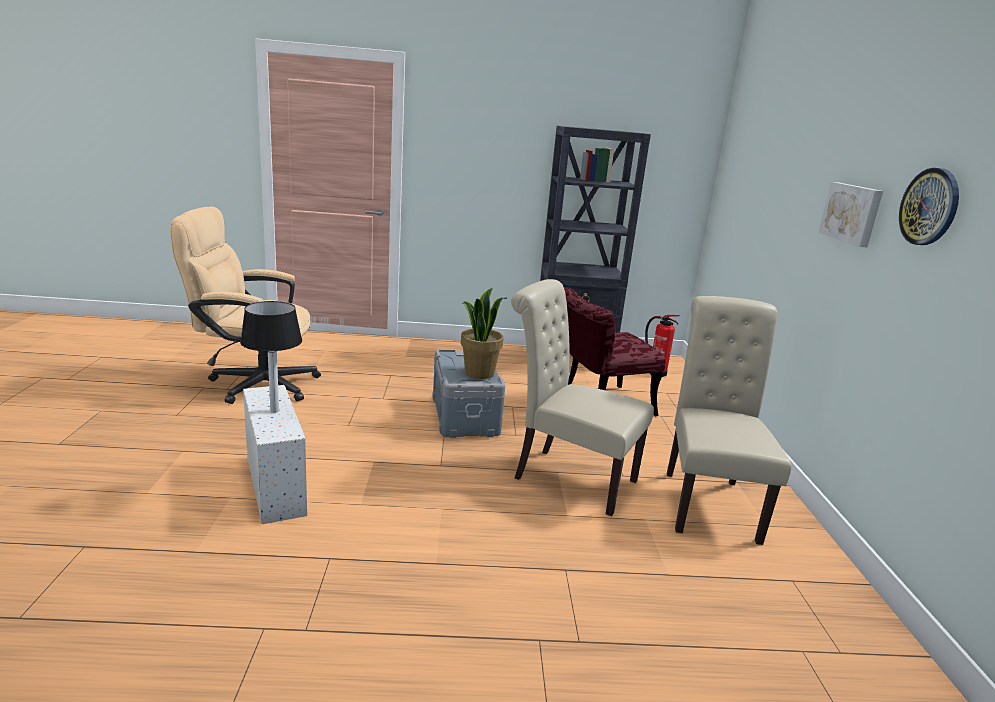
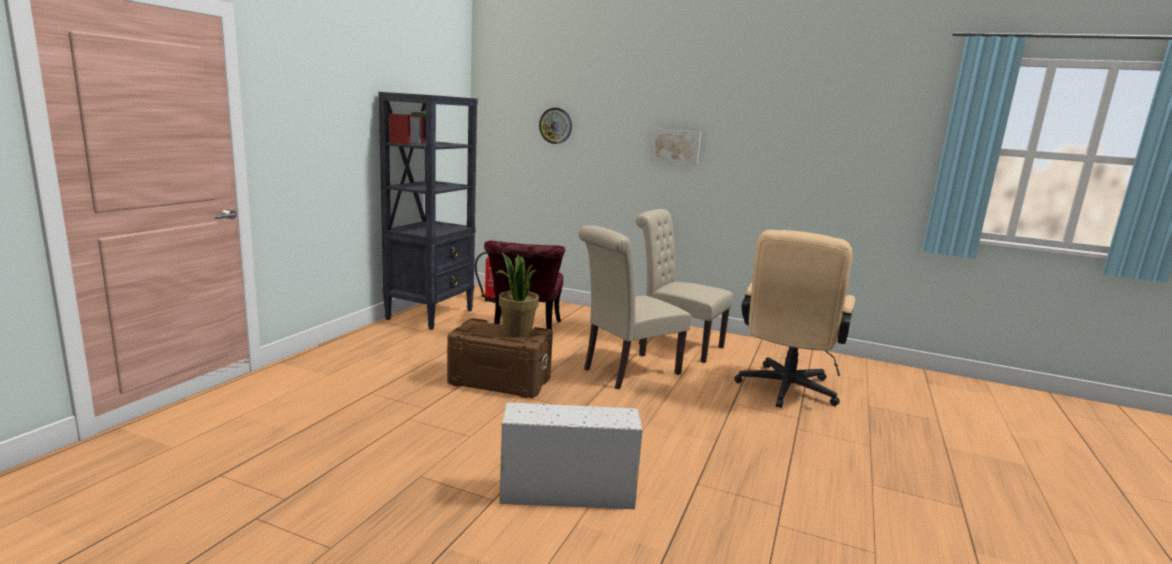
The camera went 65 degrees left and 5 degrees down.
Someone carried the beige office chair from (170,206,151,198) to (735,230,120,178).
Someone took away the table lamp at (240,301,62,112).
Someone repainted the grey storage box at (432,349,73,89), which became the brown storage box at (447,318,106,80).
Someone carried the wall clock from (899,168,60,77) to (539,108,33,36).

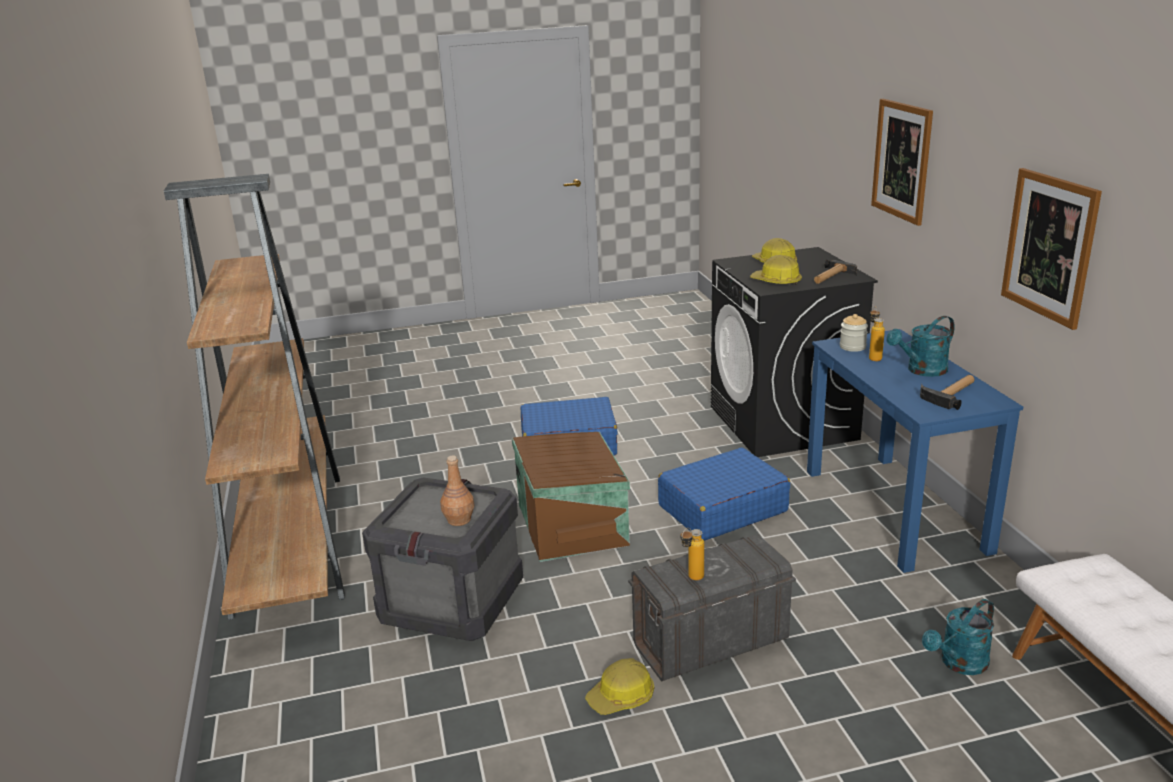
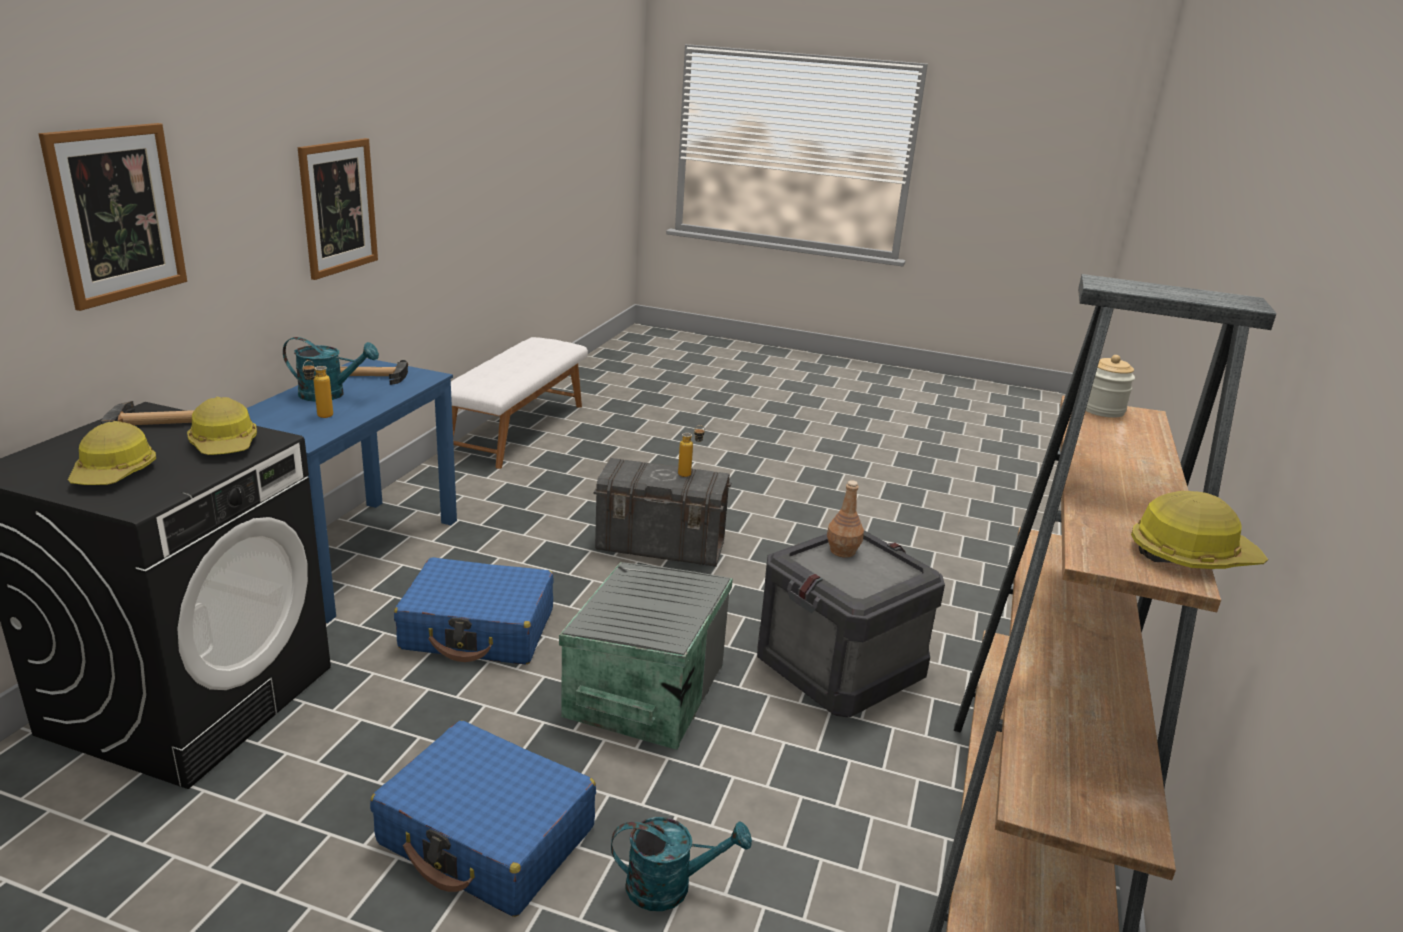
The camera went 150 degrees left and 0 degrees up.
Someone repainted the brown storage box at (512,432,118,130), which became the grey storage box at (559,562,174,188).
Someone carried the hard hat from (585,658,69,57) to (1131,491,137,78).
Someone carried the jar from (840,314,28,38) to (1085,355,50,63).
Someone carried the turquoise watering can from (922,599,72,76) to (611,817,141,94).

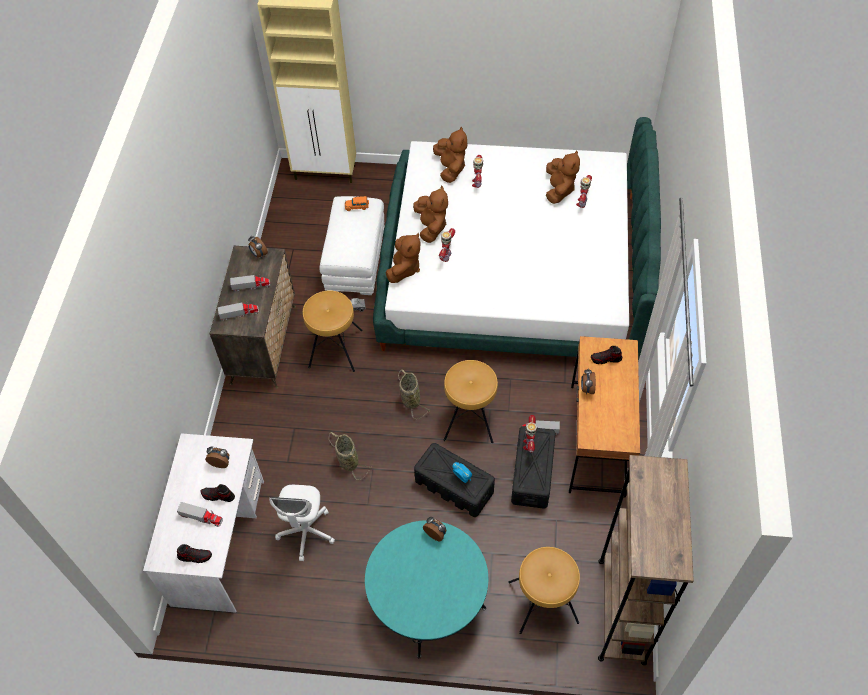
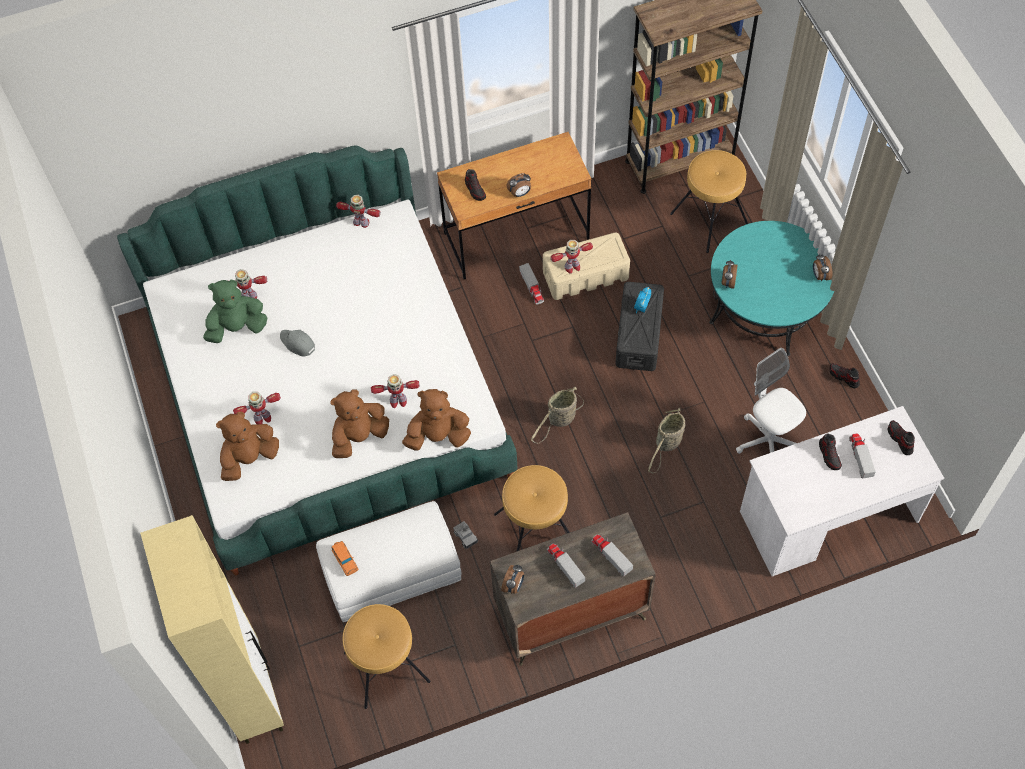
The camera went 115 degrees left and 5 degrees up.
Someone carried the alarm clock from (205,447,24,21) to (813,254,20,28).
Someone rotated the white office chair at (269,485,66,76) by 105 degrees counterclockwise.
Someone carried the brown stool from (444,360,54,83) to (342,604,89,105).
Someone repainted the black storage box at (511,426,45,83), which became the beige storage box at (543,232,87,68).
Someone repainted the brown plush toy at (546,150,34,54), which became the green plush toy at (203,280,64,63).
Someone put down the grey cap at (280,330,35,26).
Someone put down the toy robot at (336,195,45,33).
Someone put down the shoe at (830,363,30,25).

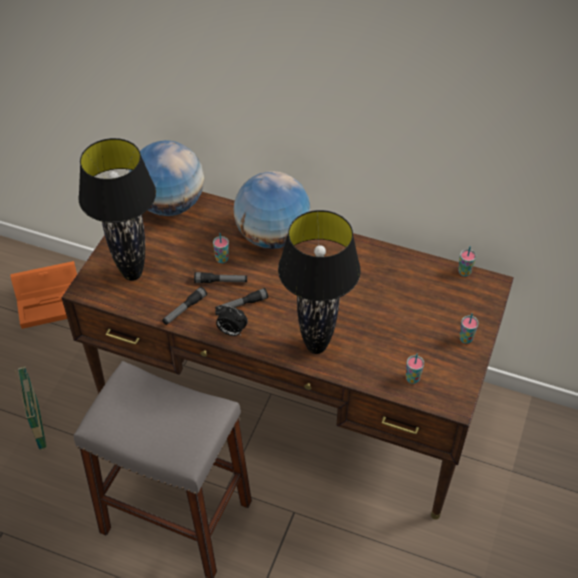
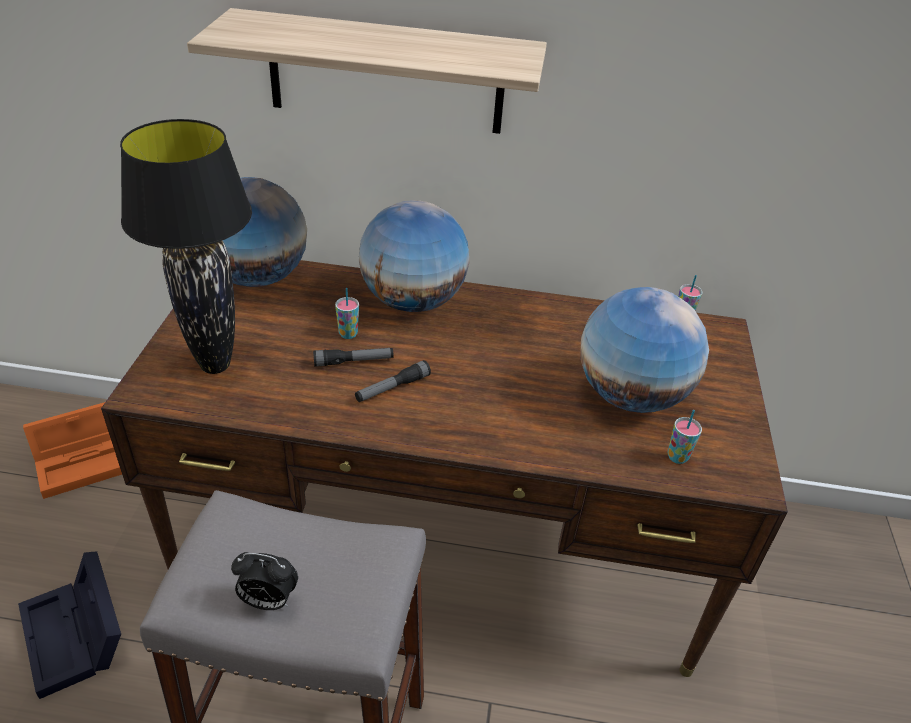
The camera went 15 degrees left and 10 degrees down.
Someone swapped the basket at (15,366,32,84) for the black storage box at (18,551,103,148).
Someone took away the flashlight at (162,287,45,38).
Someone carried the alarm clock from (215,305,33,31) to (231,552,67,58).
Someone took away the black table lamp at (278,210,83,144).
Someone took away the cup at (459,313,20,31).
Someone put up the shelf at (187,8,360,126).
Someone put down the globe at (580,287,129,126).

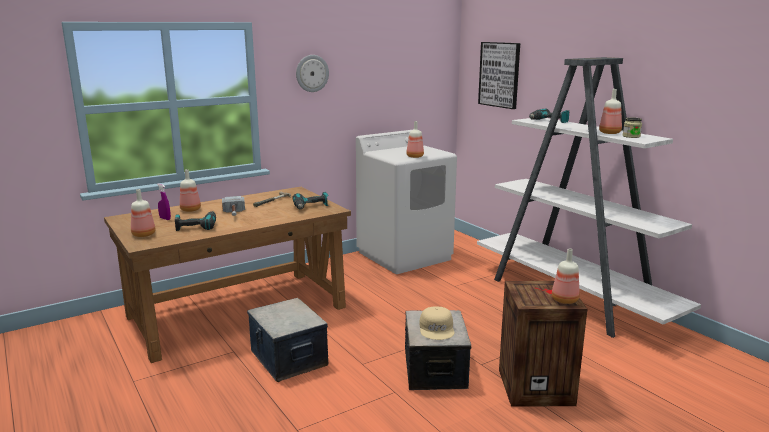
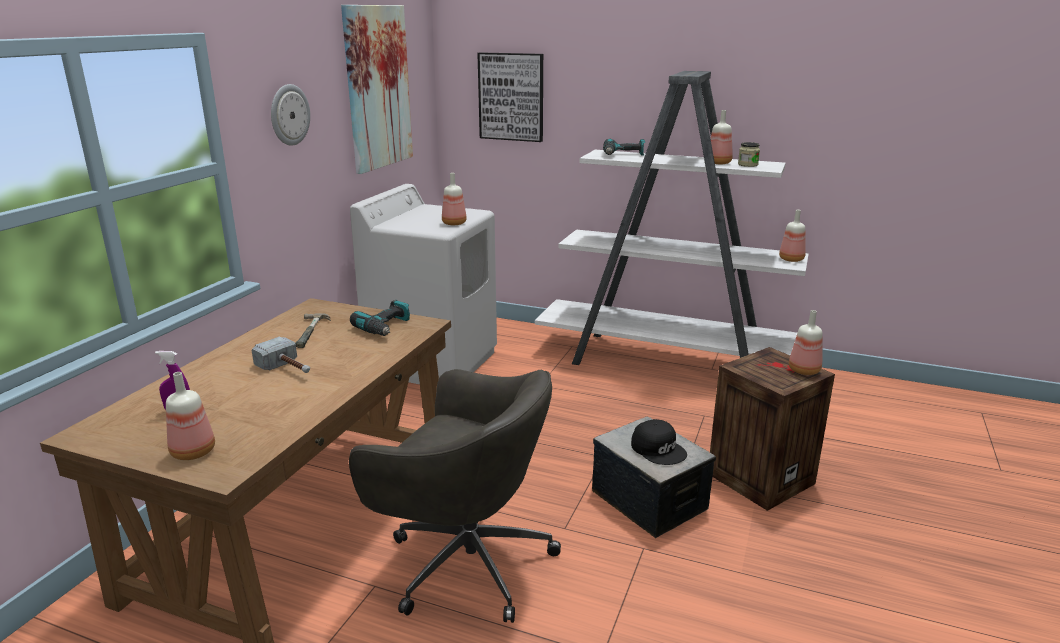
The camera went 35 degrees left and 5 degrees up.
Someone took away the power drill at (175,211,41,20).
Someone carried the bottle from (180,169,21,43) to (779,210,27,52).
Someone swapped the storage box at (247,298,81,84) for the grey office chair at (349,369,212,254).
Someone repainted the beige cap at (419,306,36,34), which became the black cap at (631,419,56,46).
Someone put up the picture at (341,5,72,169).

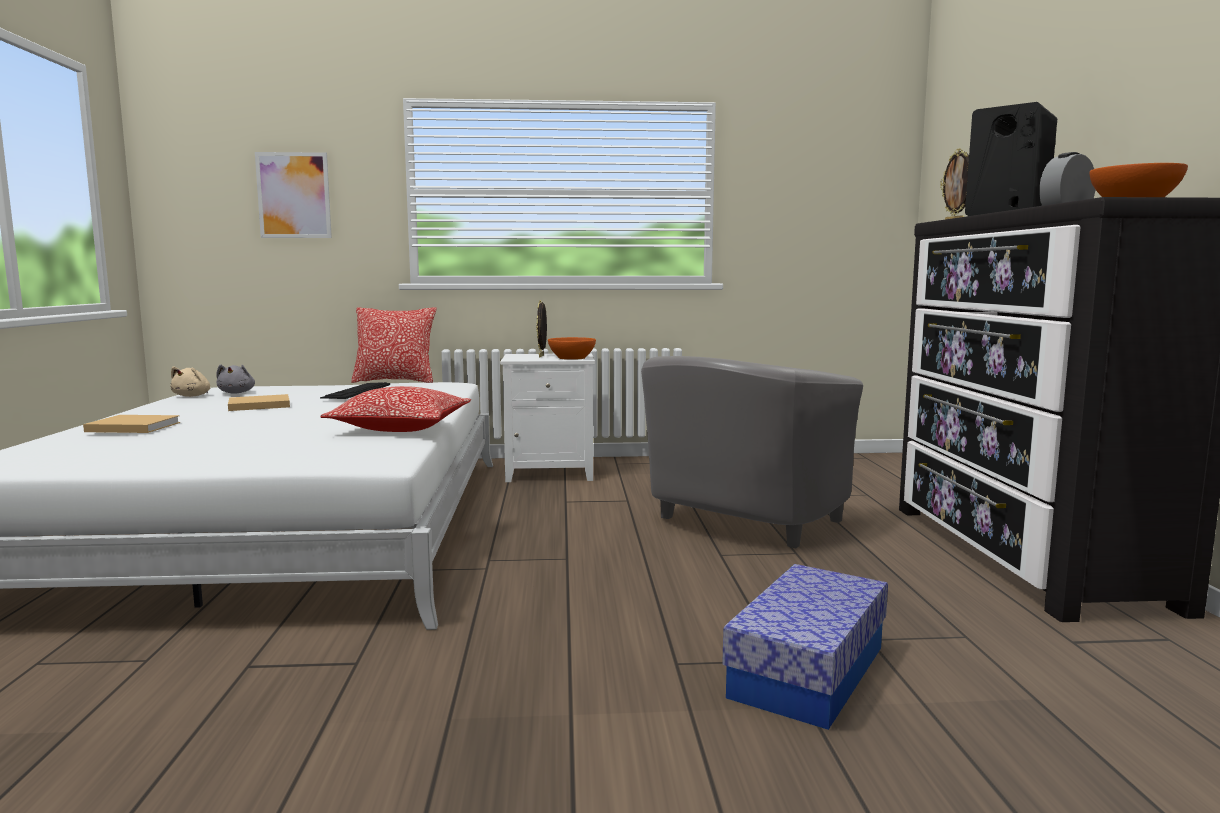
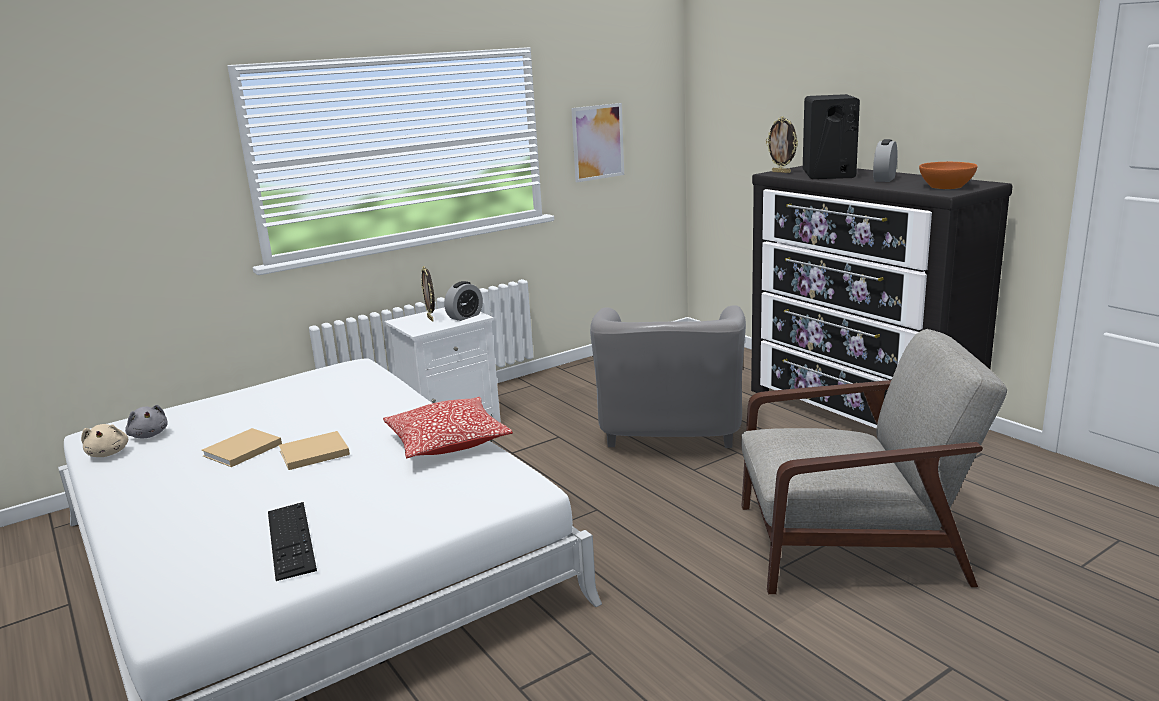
The camera went 30 degrees left and 10 degrees up.
Someone carried the beige book from (83,415,97,18) to (279,431,71,39).
Someone carried the picture from (255,152,77,86) to (571,103,53,79).
Someone carried the keyboard from (320,382,70,17) to (268,502,49,79).
Someone took away the pillow at (351,307,85,76).
Someone swapped the orange bowl at (548,337,48,23) for the alarm clock at (444,281,39,40).
Someone swapped the storage box at (722,564,166,166) for the grey armchair at (741,329,266,265).

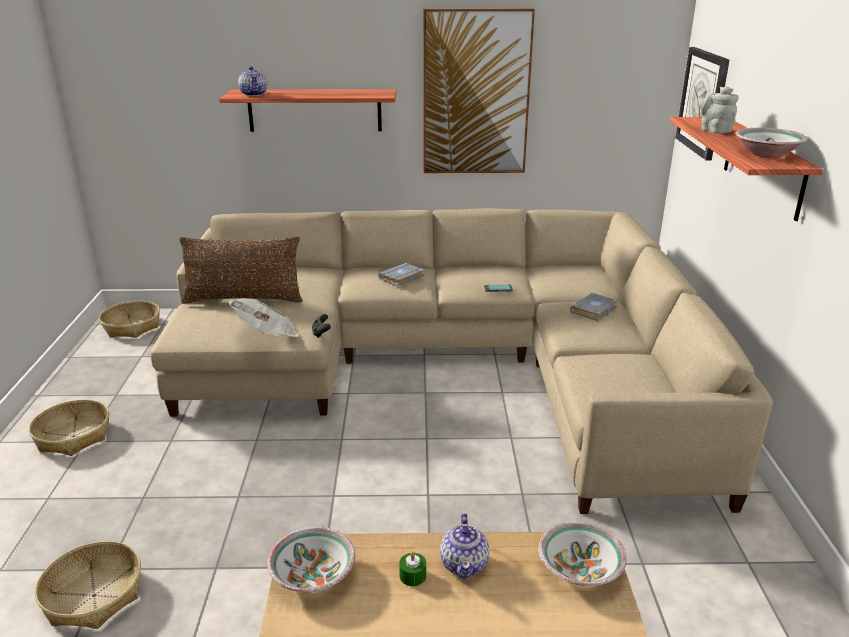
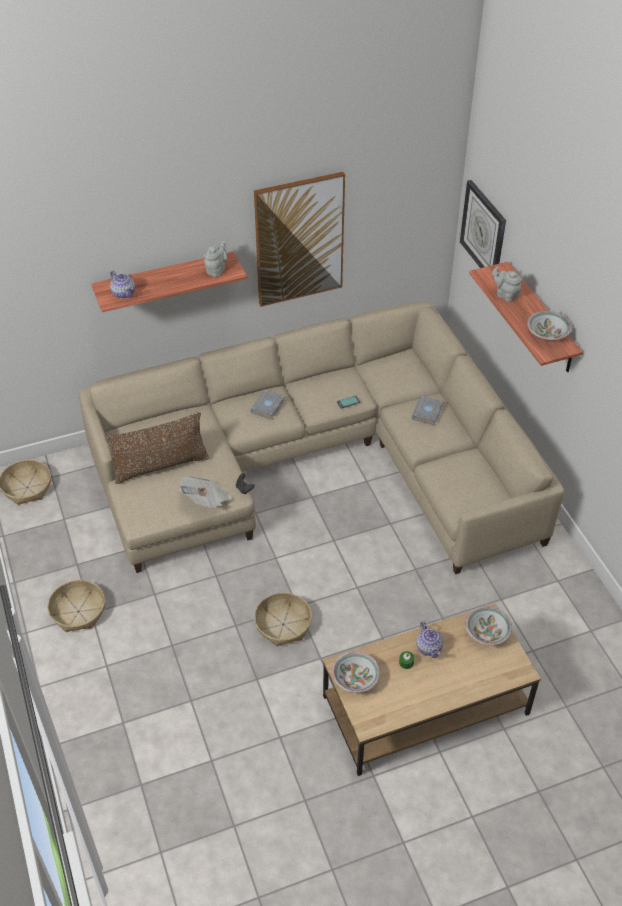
The camera went 20 degrees left and 20 degrees up.
Someone carried the basket from (35,541,106,88) to (254,592,58,54).
Someone put down the grey teapot at (204,241,23,36).

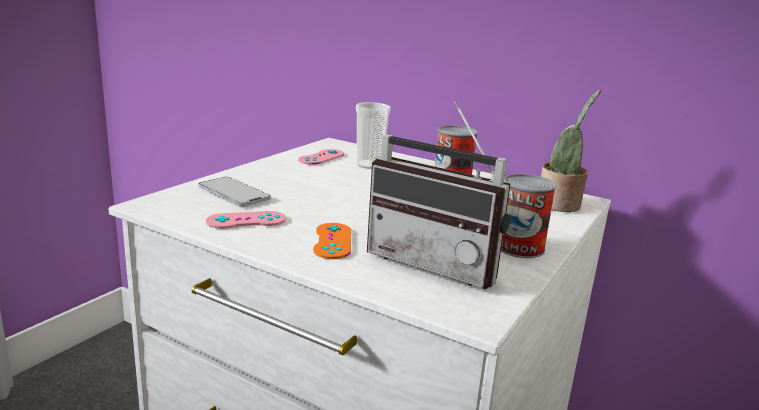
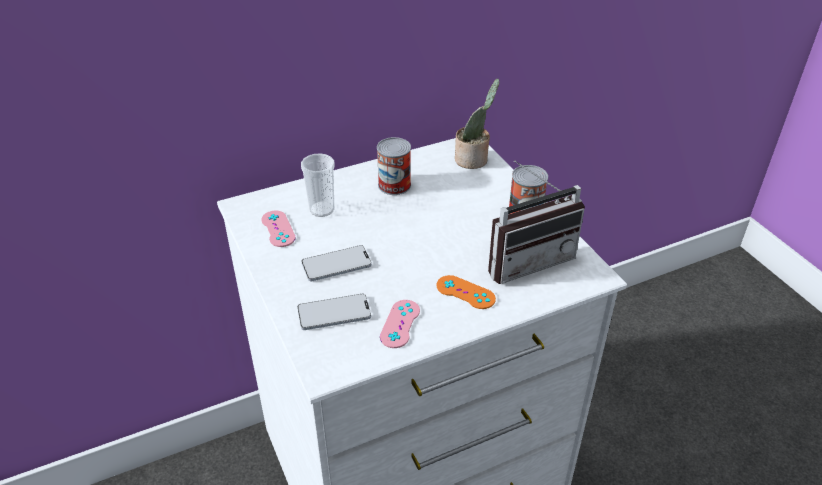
The camera went 55 degrees left and 20 degrees up.
Someone put down the phone at (302,245,70,36).

